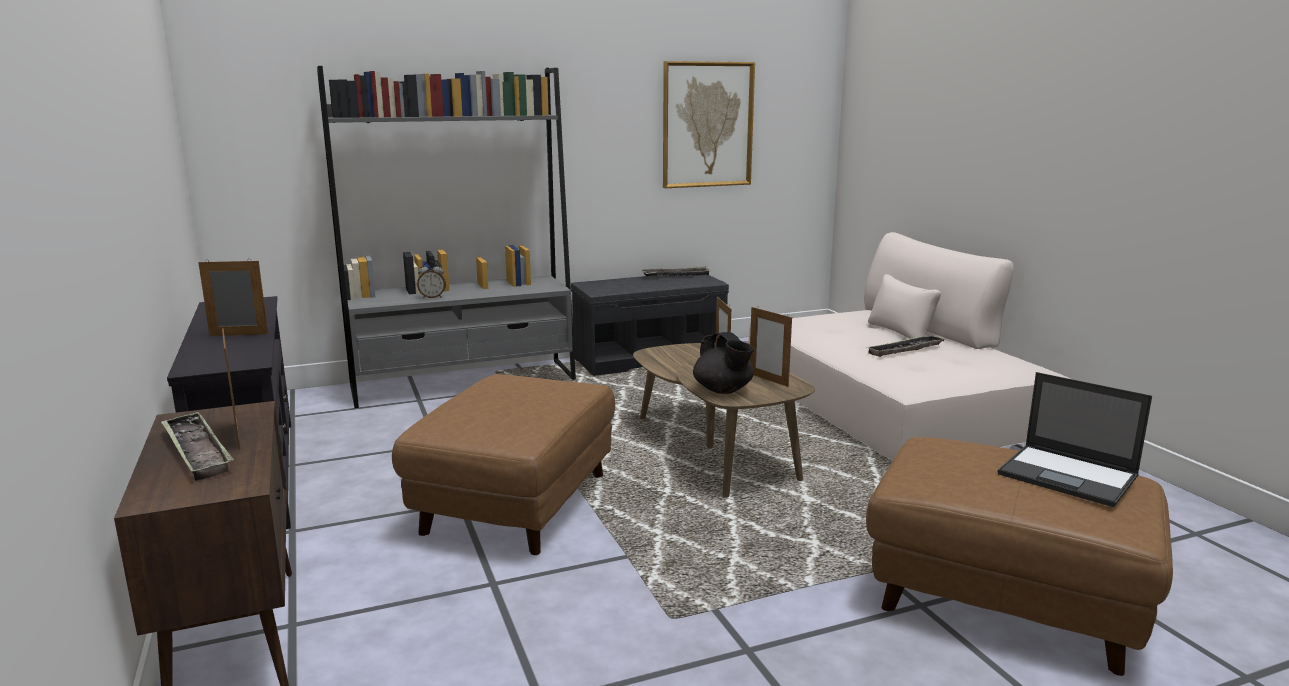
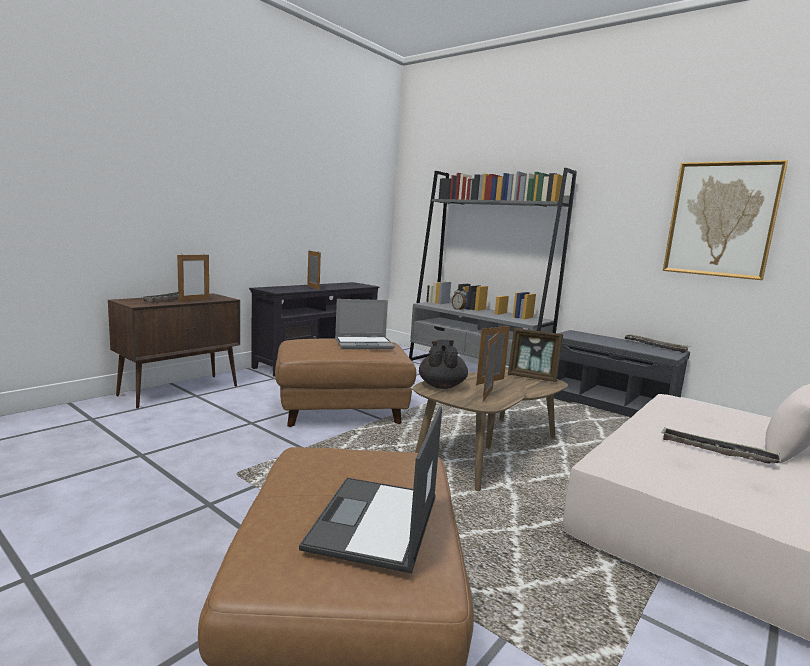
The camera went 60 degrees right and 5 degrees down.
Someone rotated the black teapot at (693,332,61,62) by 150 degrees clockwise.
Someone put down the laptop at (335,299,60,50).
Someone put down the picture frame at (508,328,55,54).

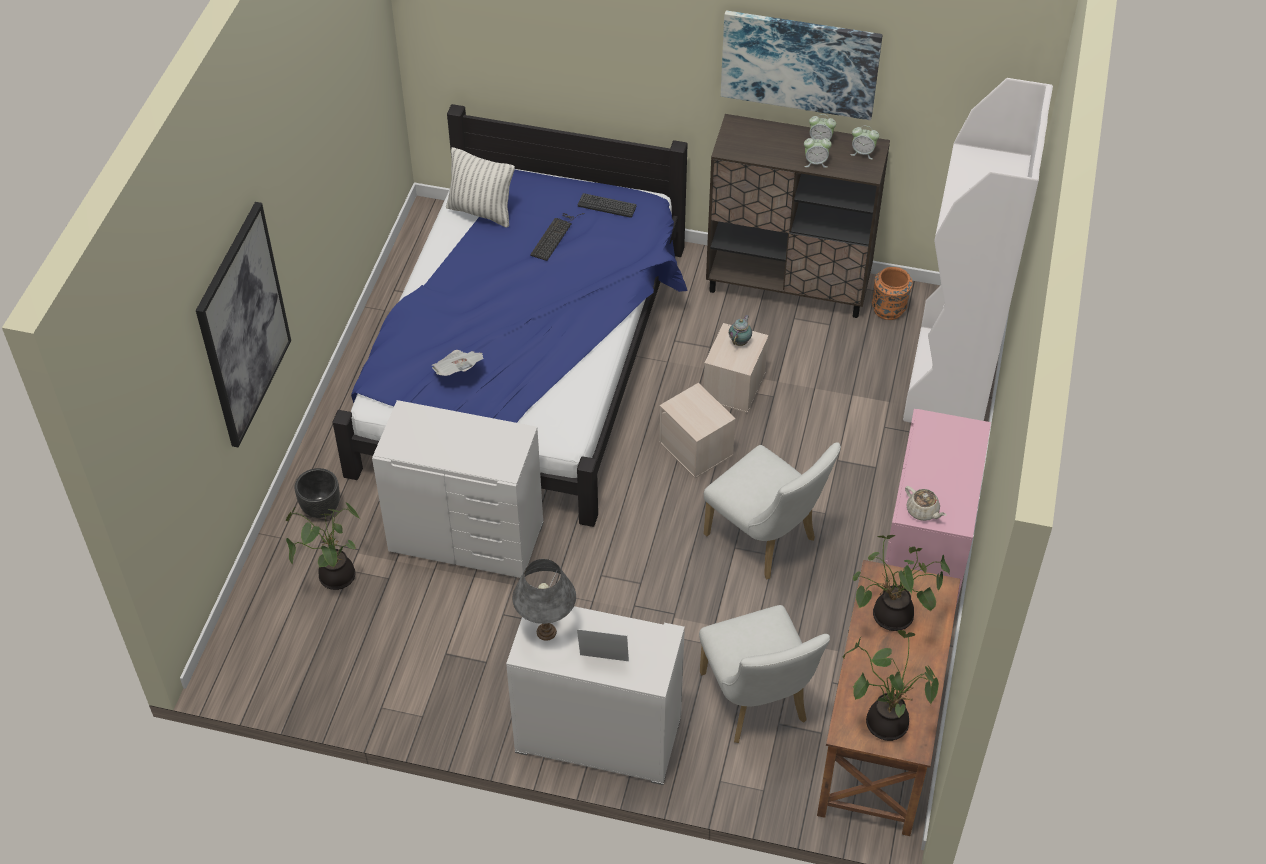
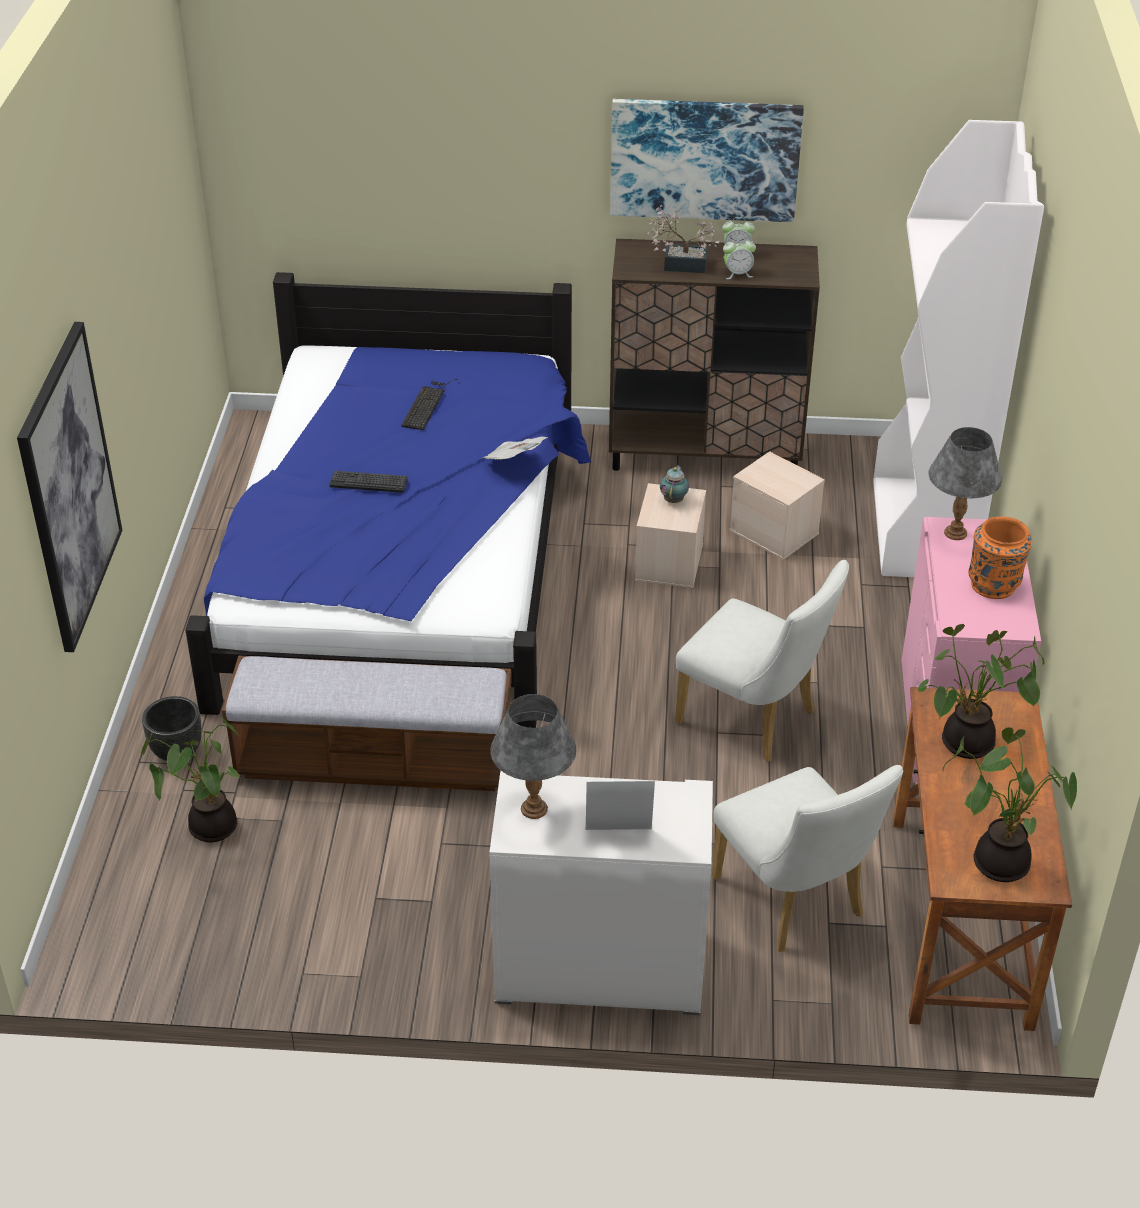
The camera went 10 degrees left and 10 degrees down.
Someone swapped the white dresser at (372,400,171,178) for the bench at (222,655,290,136).
Someone carried the newspaper from (432,350,51,26) to (483,437,65,22).
Someone took away the pillow at (446,147,69,81).
Someone carried the keyboard from (578,193,59,25) to (329,471,79,22).
Someone carried the beige storage box from (659,383,77,96) to (729,451,96,109).
Someone took away the alarm clock at (851,126,28,33).
Someone carried the orange vase from (872,267,41,53) to (968,517,64,82).
Someone took away the beige teapot at (905,486,41,35).
Someone put down the potted plant at (647,205,73,68).
Someone put down the grey table lamp at (929,427,73,113).

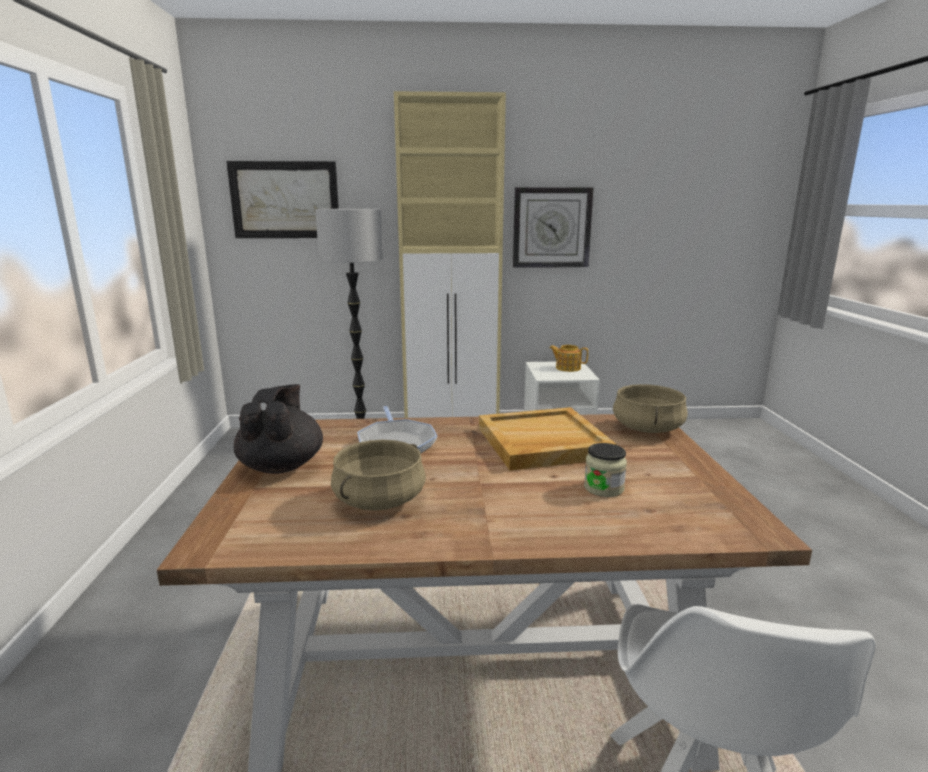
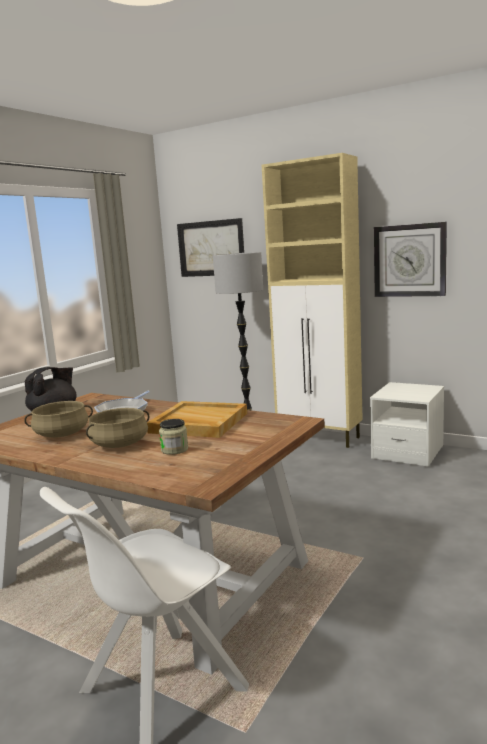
The camera went 35 degrees right and 5 degrees down.
Someone took away the teapot at (549,345,39,27).
Someone carried the beige cooking pot from (613,384,75,49) to (86,408,63,40).

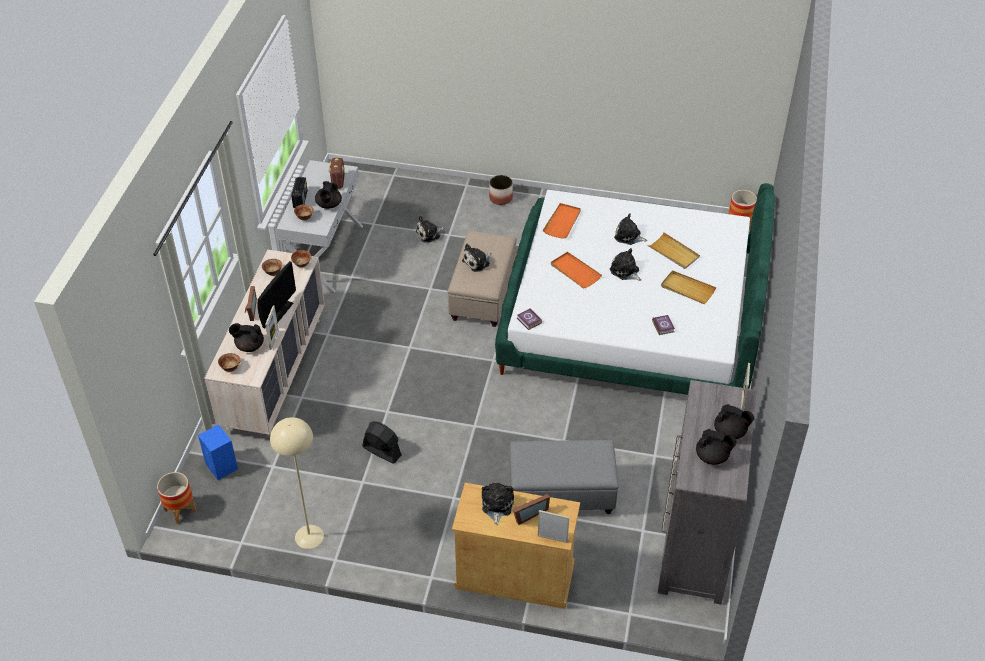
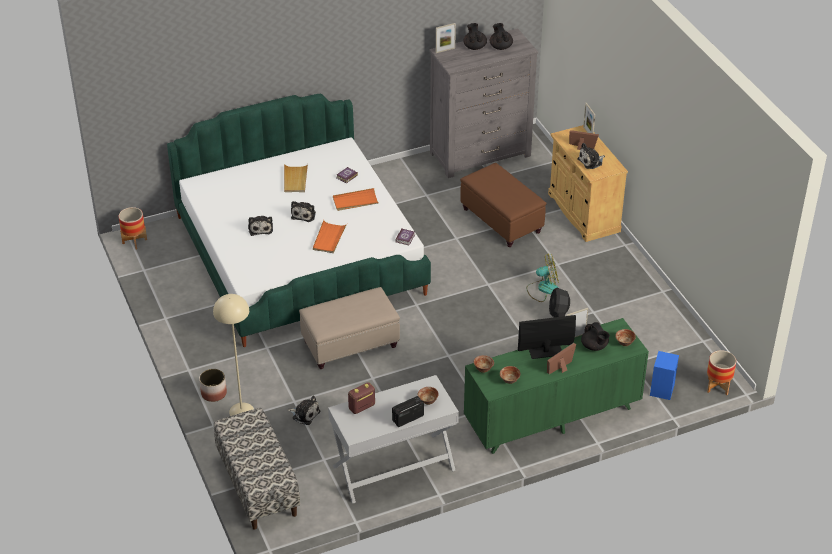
The camera went 125 degrees left and 5 degrees down.
Someone repainted the beige dresser at (204,250,121,187), which became the green dresser at (464,318,185,136).
Someone carried the beige floor lamp from (270,417,54,132) to (213,294,41,122).
Someone took away the black teapot at (315,181,27,28).
Someone took away the plush toy at (462,244,29,28).
Someone repainted the grey ottoman at (510,440,108,74), which became the brown ottoman at (460,163,86,84).
Someone carried the orange tray from (543,203,38,36) to (333,188,46,23).
Someone took away the beige tray at (647,232,53,37).
Someone put down the bench at (214,408,86,122).
Someone put down the fan at (526,254,33,48).

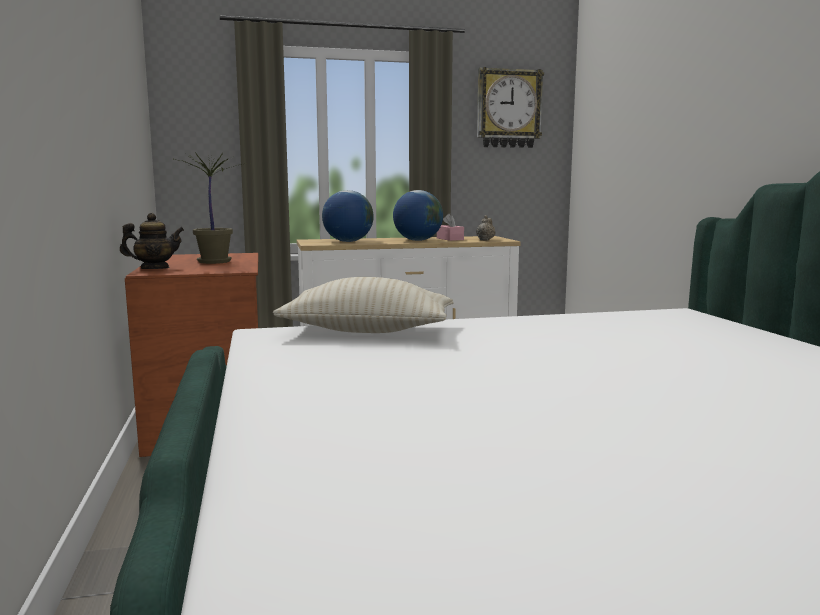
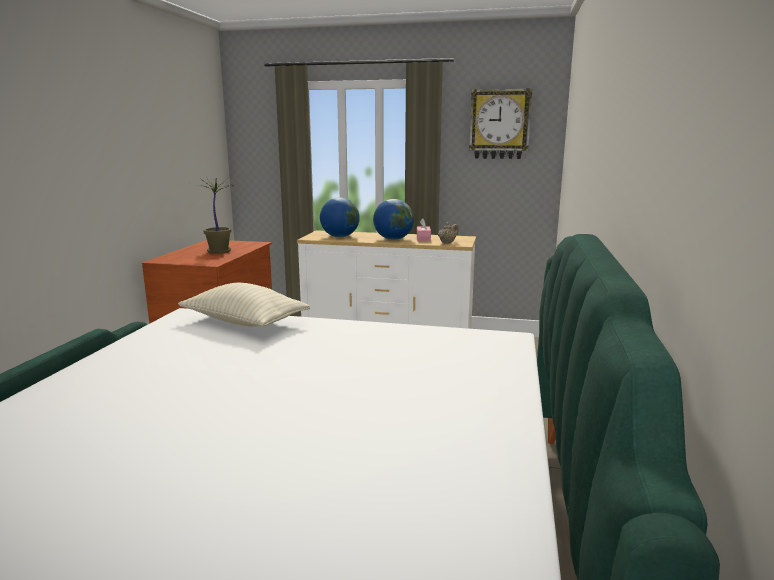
The camera went 25 degrees right and 5 degrees up.
Someone took away the teapot at (120,213,64,56).

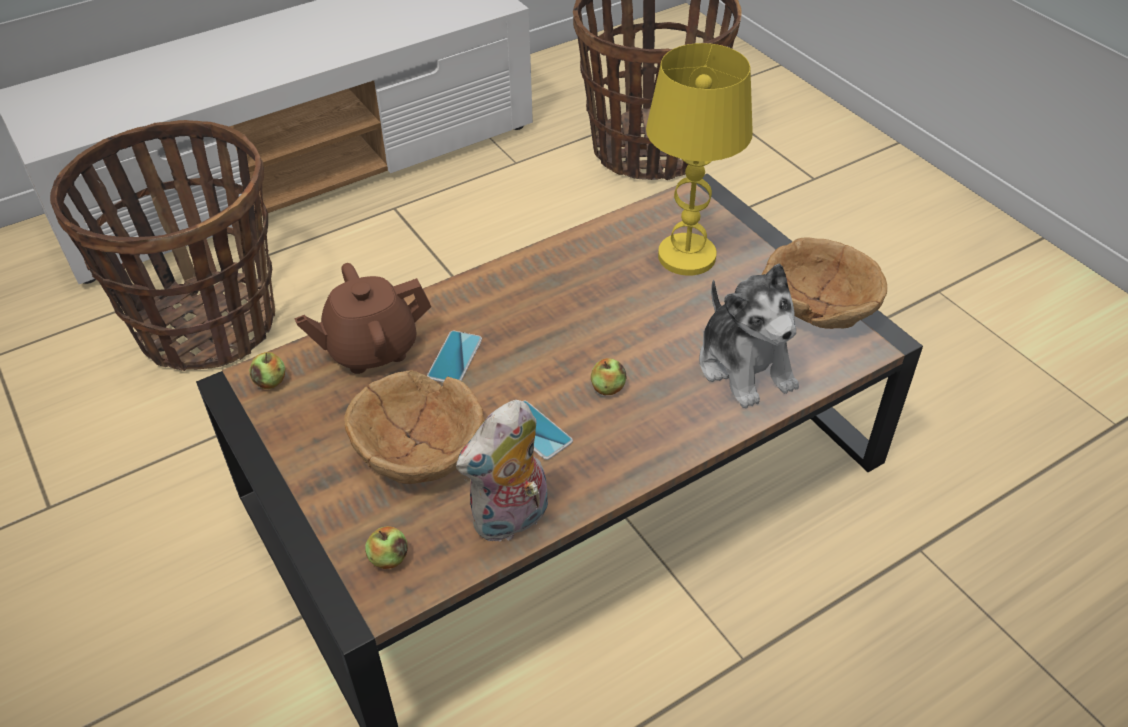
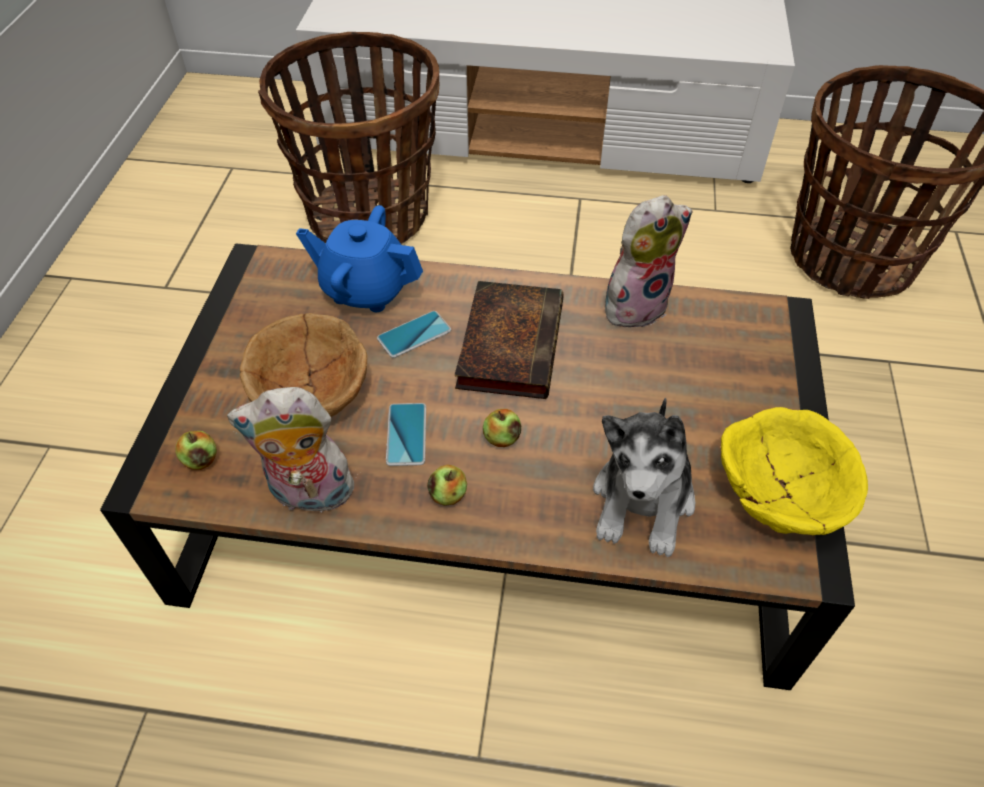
The camera went 40 degrees right and 5 degrees up.
Someone carried the apple from (249,352,36,37) to (427,465,40,41).
Someone repainted the brown teapot at (294,263,137,111), which became the blue teapot at (296,205,127,107).
Someone took away the yellow table lamp at (646,43,107,233).
Someone repainted the brown bowl at (762,237,125,92), which became the yellow bowl at (721,407,147,128).
Someone put down the book at (455,281,109,118).
Someone put down the plush toy at (605,195,88,132).

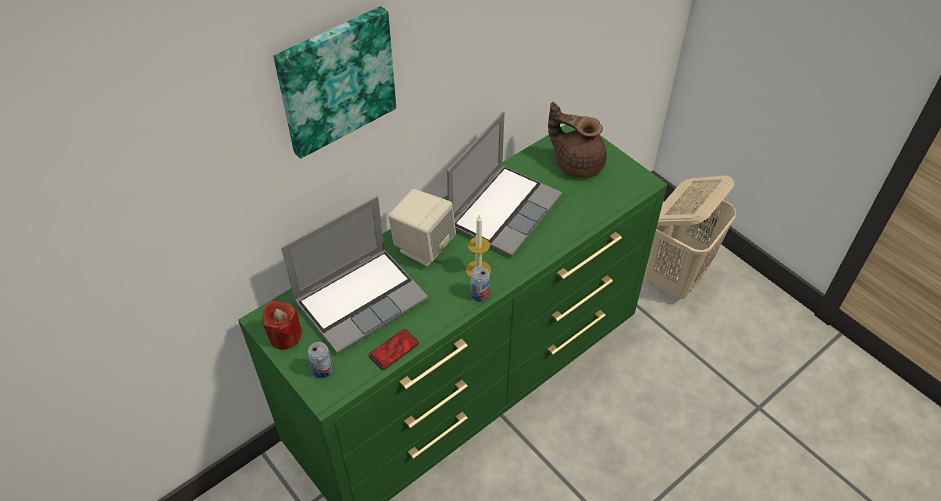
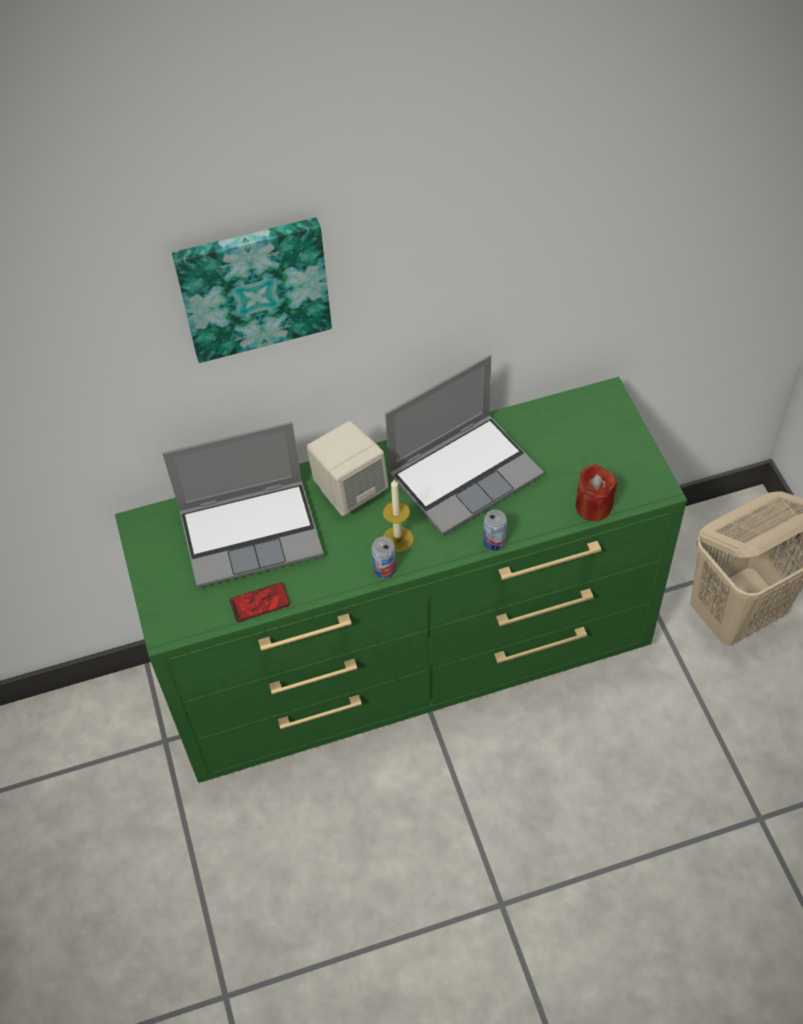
The camera went 25 degrees right and 5 degrees up.
Someone carried the red candle from (262,300,40,50) to (575,464,42,57).
Someone carried the can from (308,342,25,37) to (483,510,24,41).
Someone took away the brown teapot at (548,102,59,76).

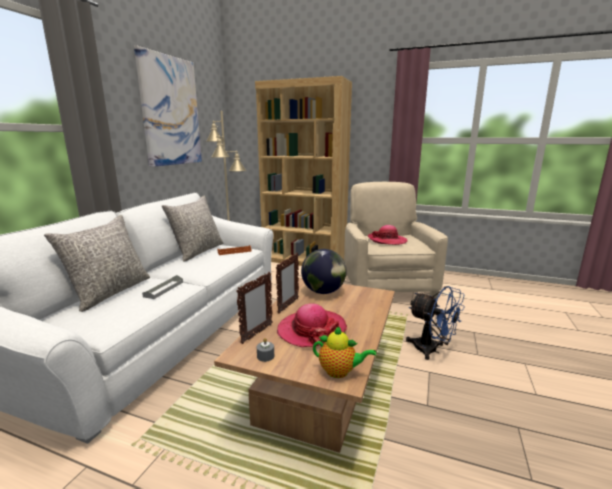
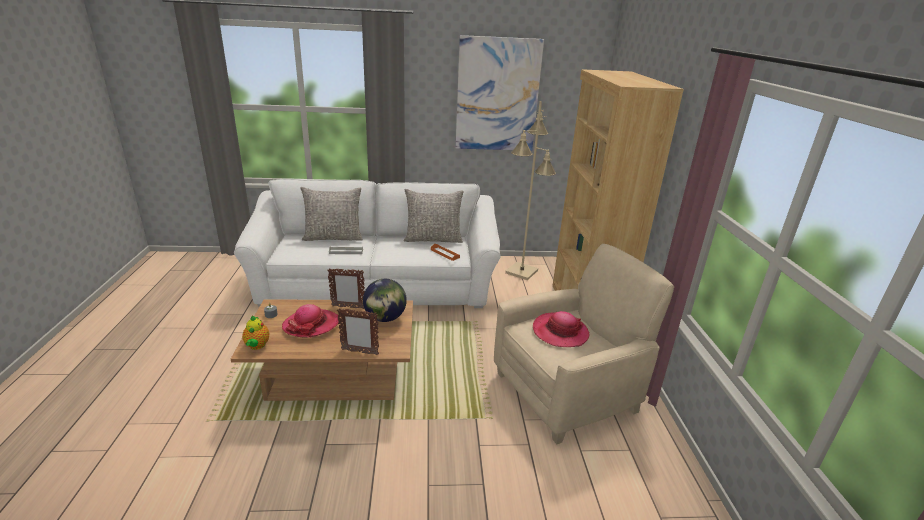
The camera went 65 degrees right and 10 degrees up.
Someone carried the picture frame from (236,272,37,72) to (337,308,42,47).
Someone took away the blue fan at (406,286,59,74).

